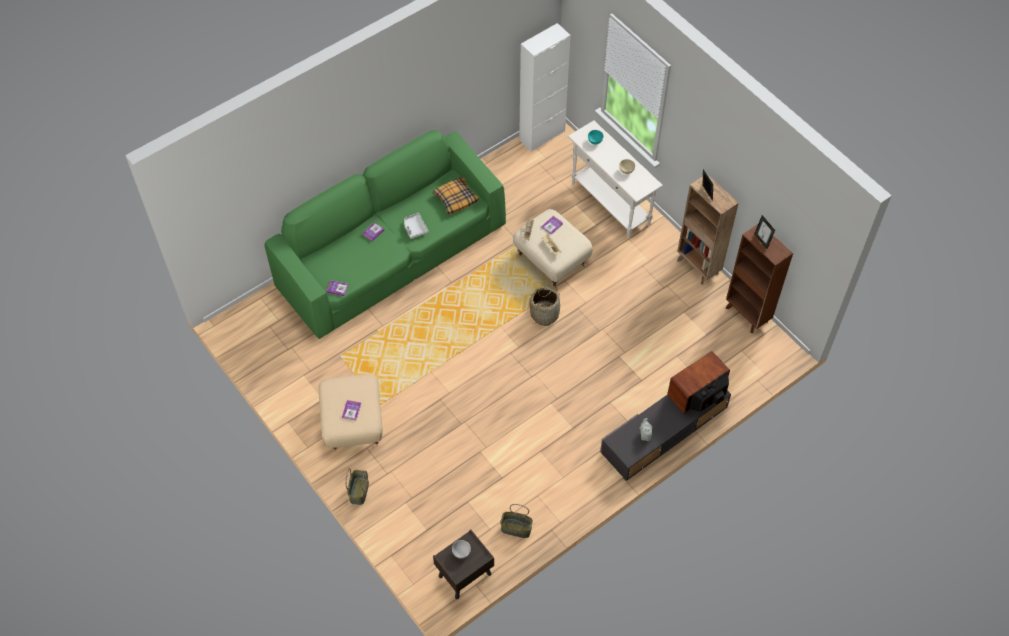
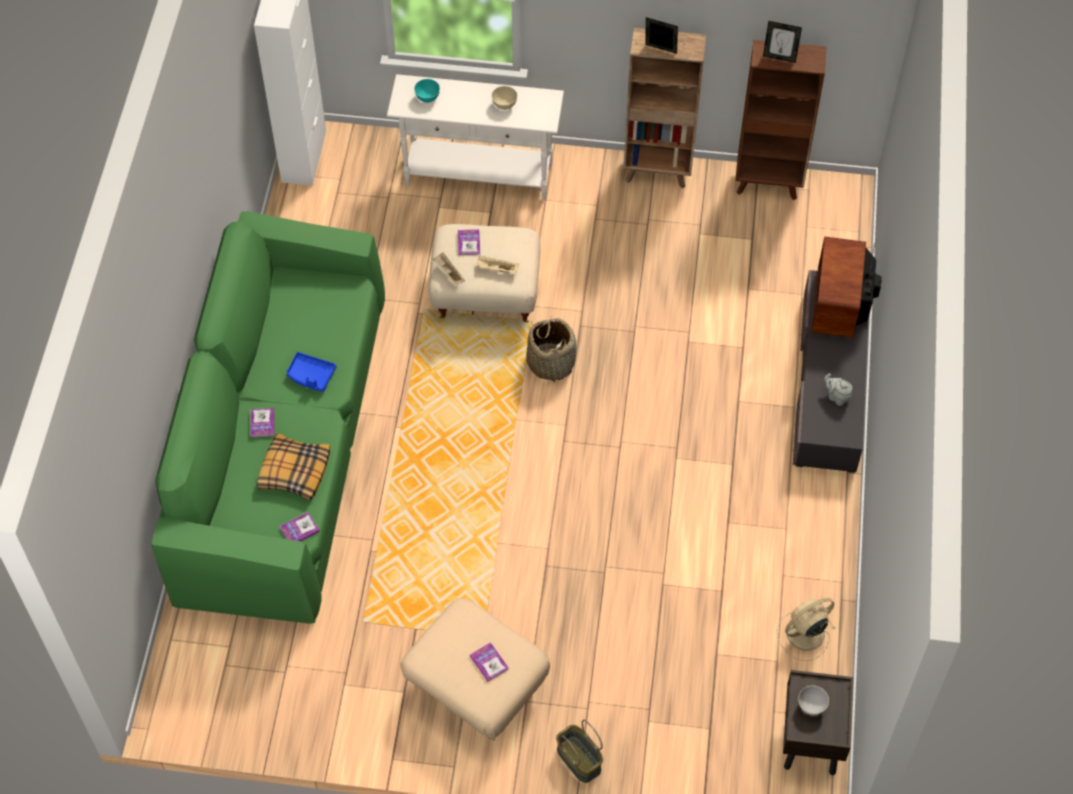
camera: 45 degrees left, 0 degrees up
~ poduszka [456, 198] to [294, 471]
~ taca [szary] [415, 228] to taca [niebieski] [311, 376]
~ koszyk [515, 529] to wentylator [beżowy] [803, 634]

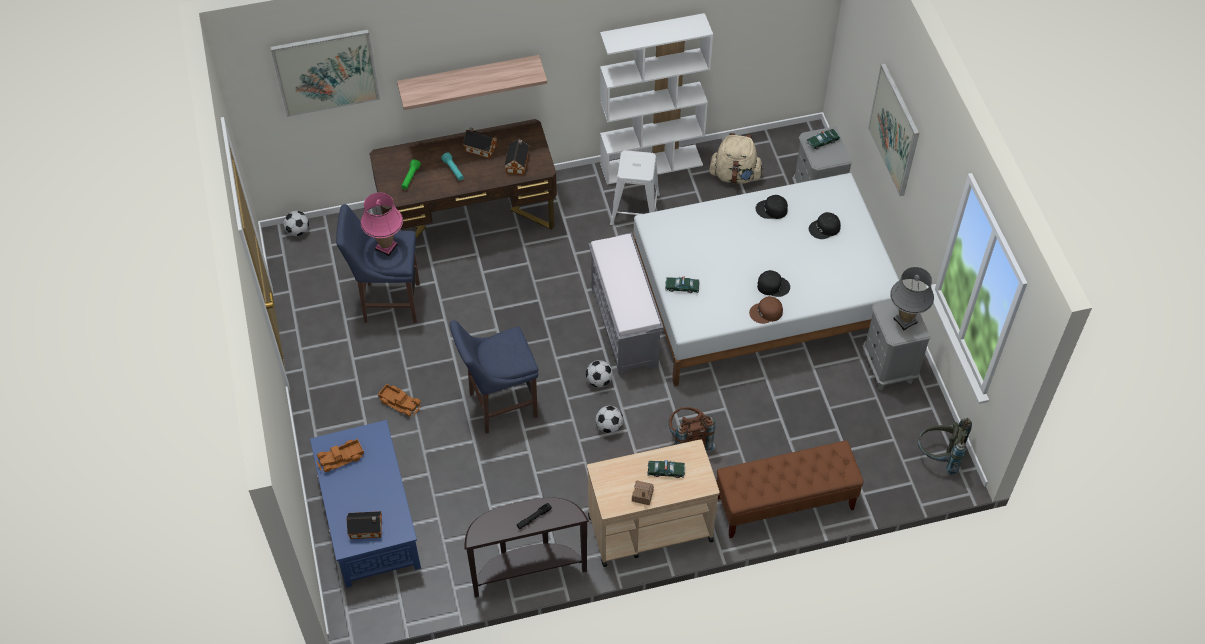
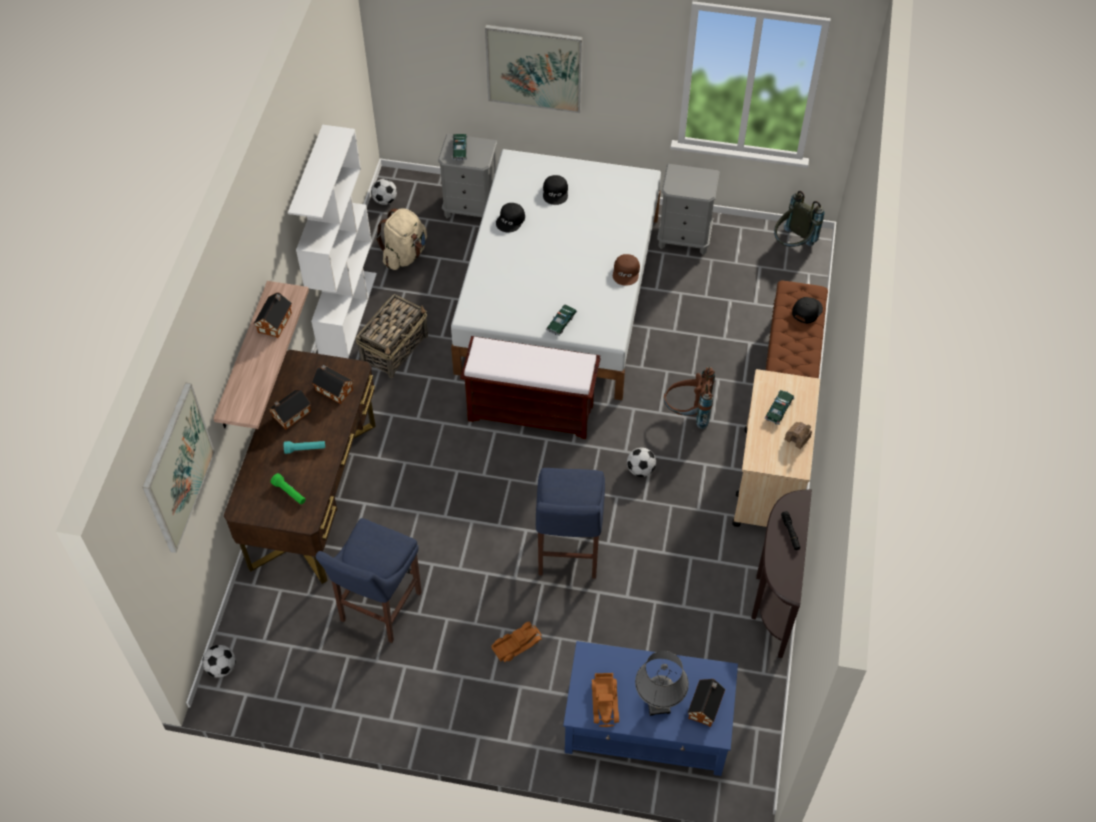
camera: 65 degrees left, 0 degrees up
+ domek [276, 321]
~ stołek [biały] [635, 209] to koszyk [395, 348]
~ piłka futbolowa [599, 381] to [385, 200]
~ ławka [szary] [625, 327] to ławka [brązowy] [532, 412]
~ lampa stołowa [szary] [905, 320] to [658, 704]
~ czapka z daszkiem [czarny] [773, 285] to [806, 310]
- lampa stołowa [różowy] [386, 247]

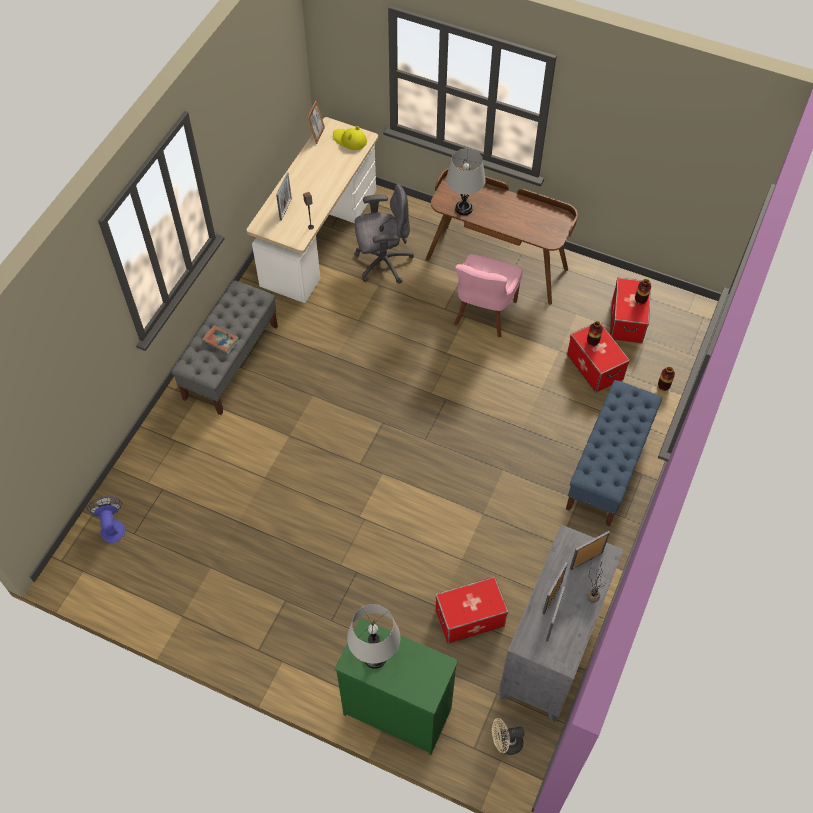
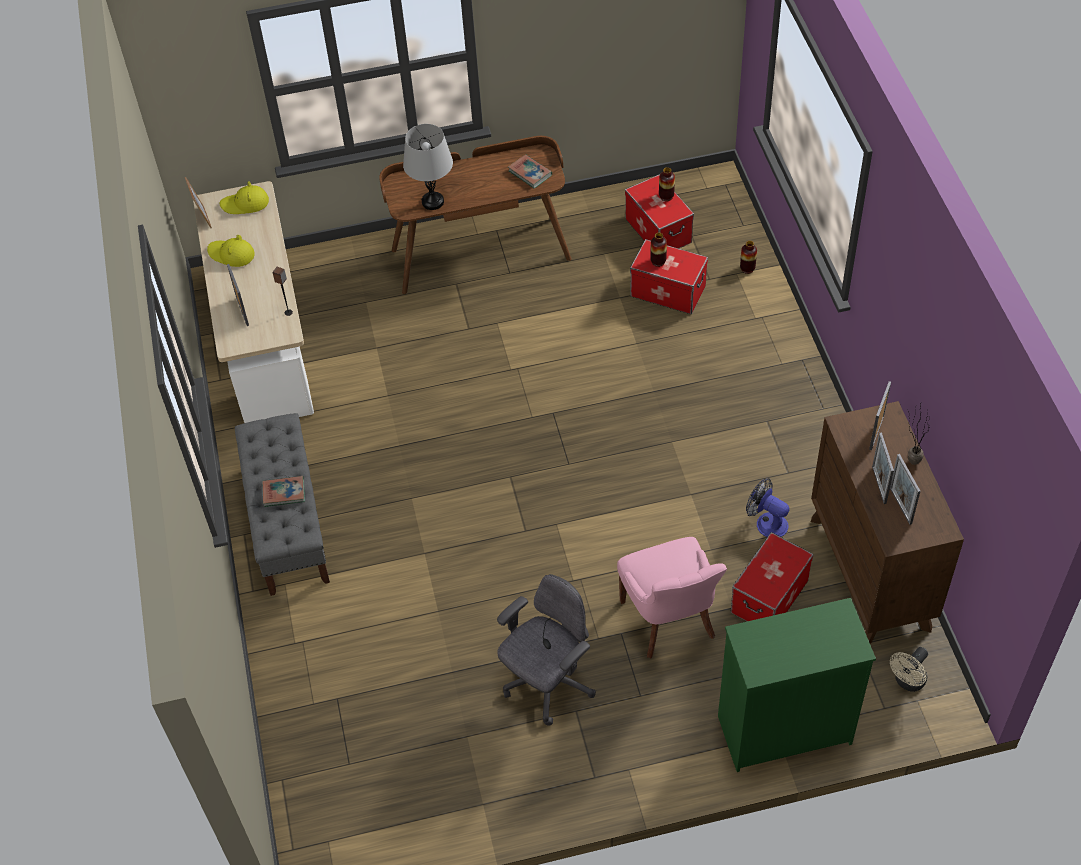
camera: 35 degrees left, 5 degrees down
+ kapelusz [żółty] [231, 254]
~ krzesło biurowe [szary] [382, 263] to [548, 683]
+ książka [530, 173]
~ krzesło [różowy] [483, 313] to [669, 620]
~ wentylator [112, 527] to [766, 522]
~ komoda [szary] [550, 652] to komoda [brązowy] [870, 573]
- lampa stołowa [szary] [375, 657]
- ławka [niebieski] [608, 467]

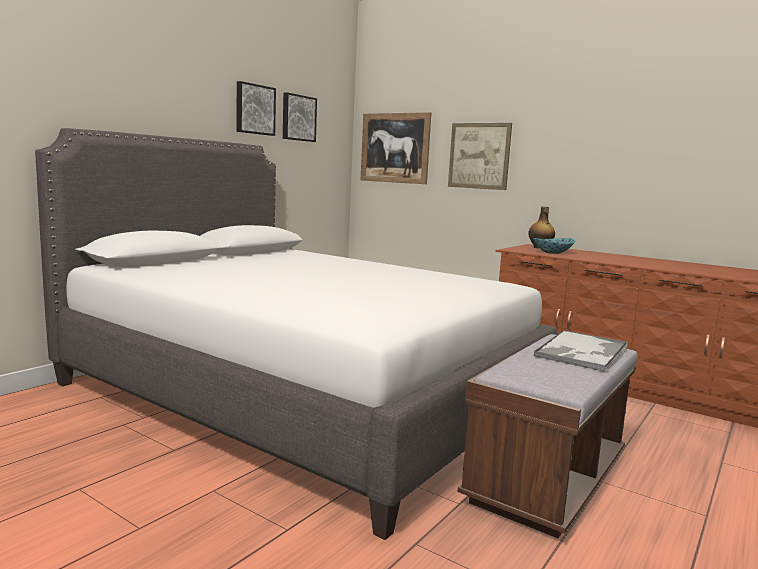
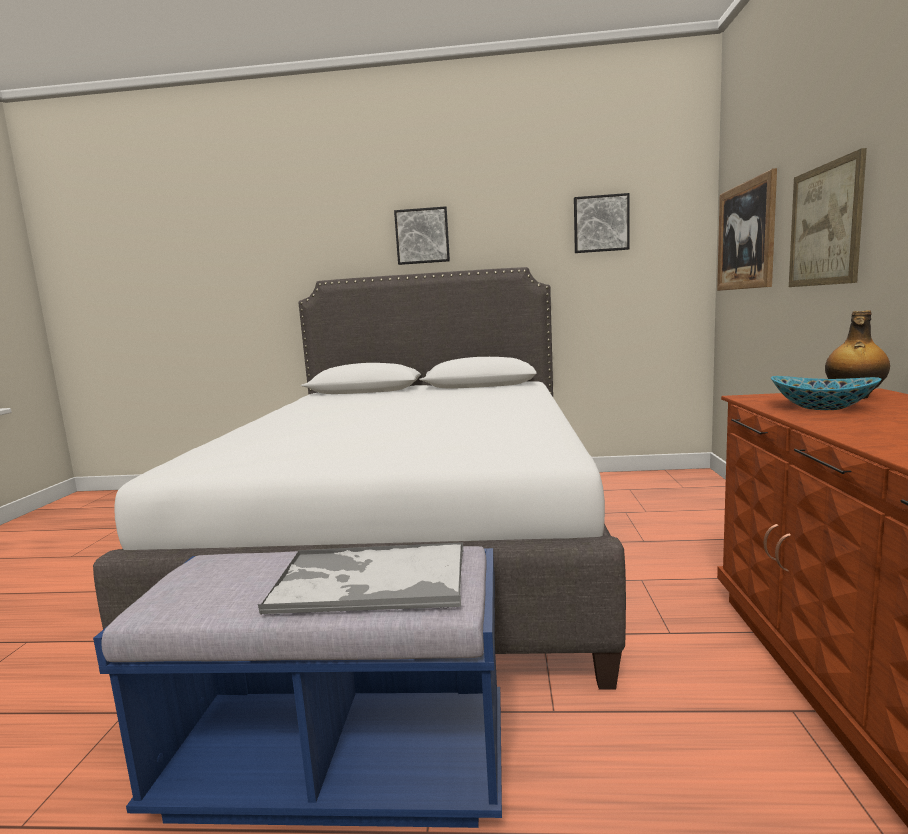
camera: 60 degrees right, 0 degrees up
~ ławka [brązowy] [547, 480] to ławka [niebieski] [337, 766]
~ obraz [254, 109] to [422, 236]

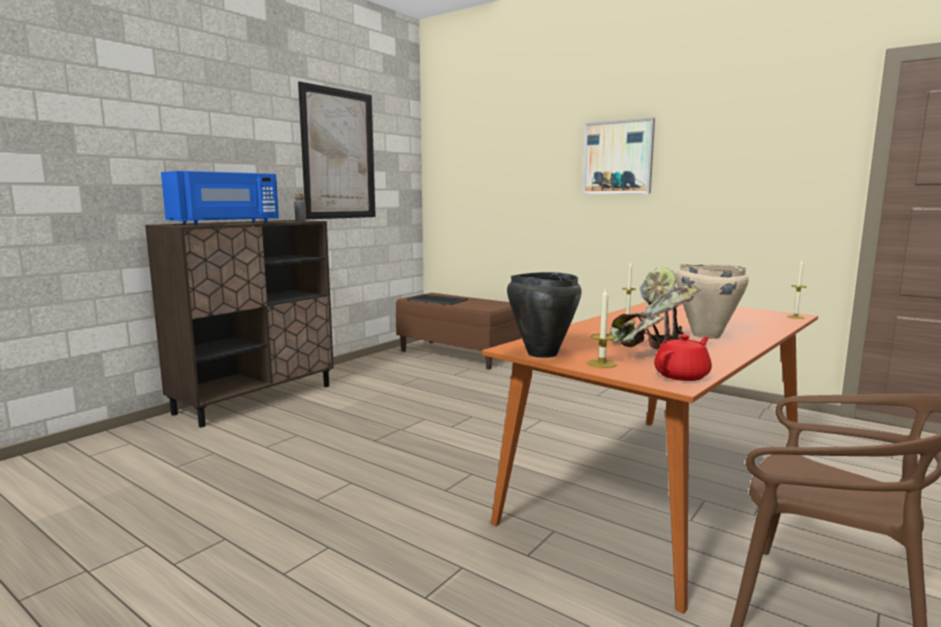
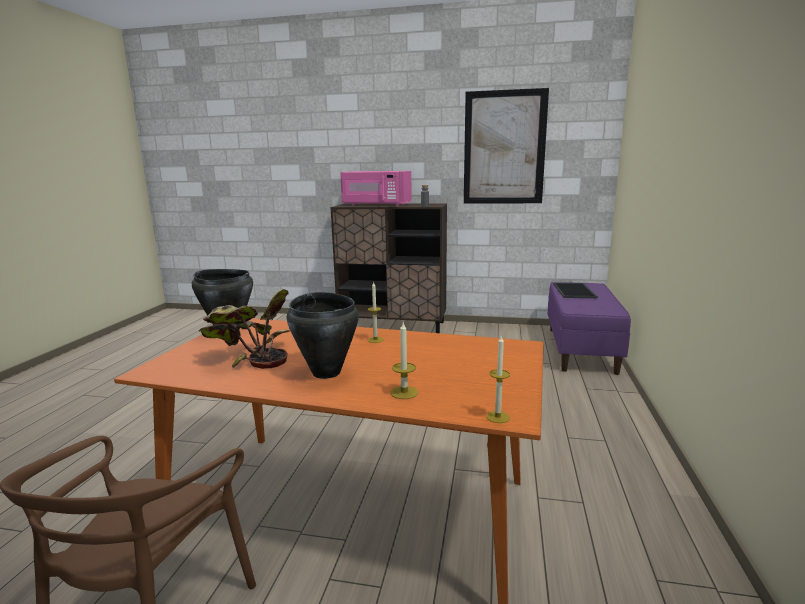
camera: 65 degrees right, 5 degrees up
~ garnek [beżowy] [705, 335] to garnek [czarny] [327, 372]
~ mikrofalówka [niebieski] [226, 223] to mikrofalówka [różowy] [376, 205]
~ świeca [602, 364] to [404, 392]
~ ławka [brązowy] [458, 354] to ławka [fioletowy] [581, 350]
- obraz [618, 157]
- imbryk [czerwony] [682, 375]

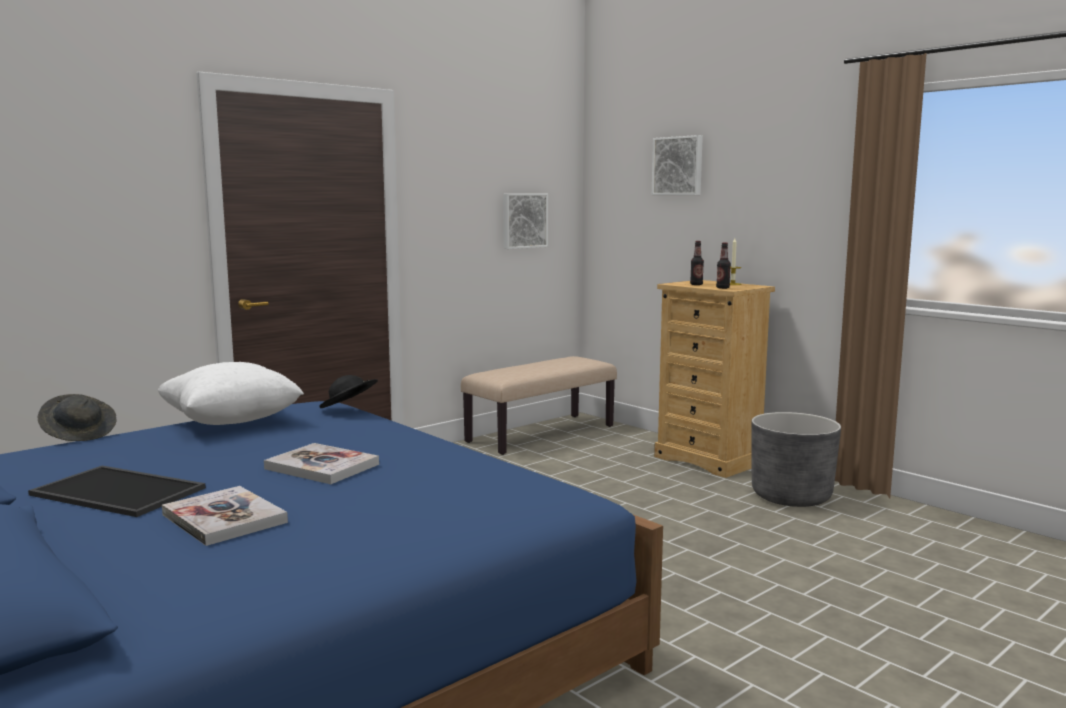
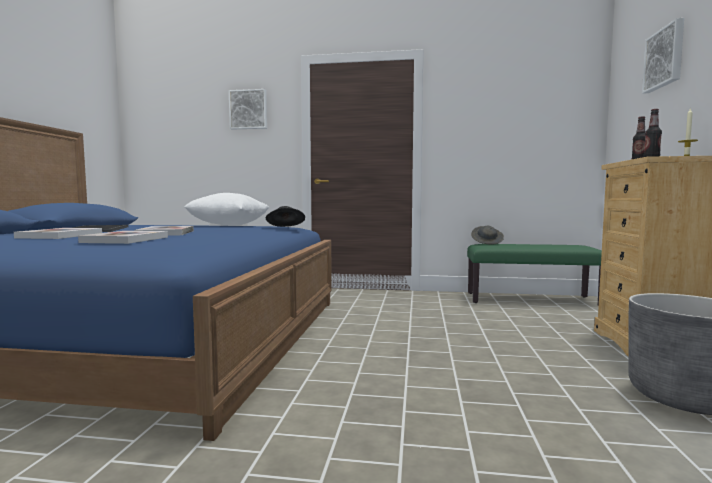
camera: 50 degrees right, 5 degrees down
+ książka [126, 240]
~ obraz [523, 220] to [248, 109]
~ ławka [beżowy] [541, 433] to ławka [zielony] [531, 299]
~ kapelusz [szary] [80, 434] to [487, 243]

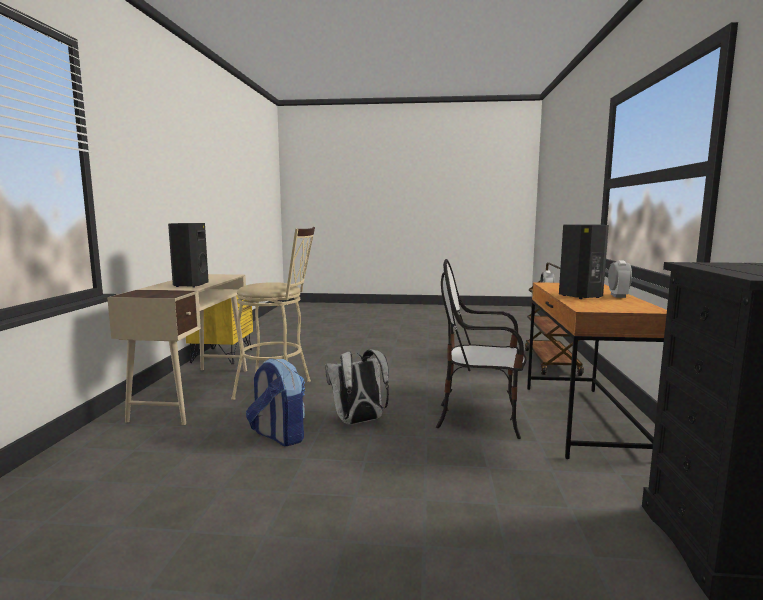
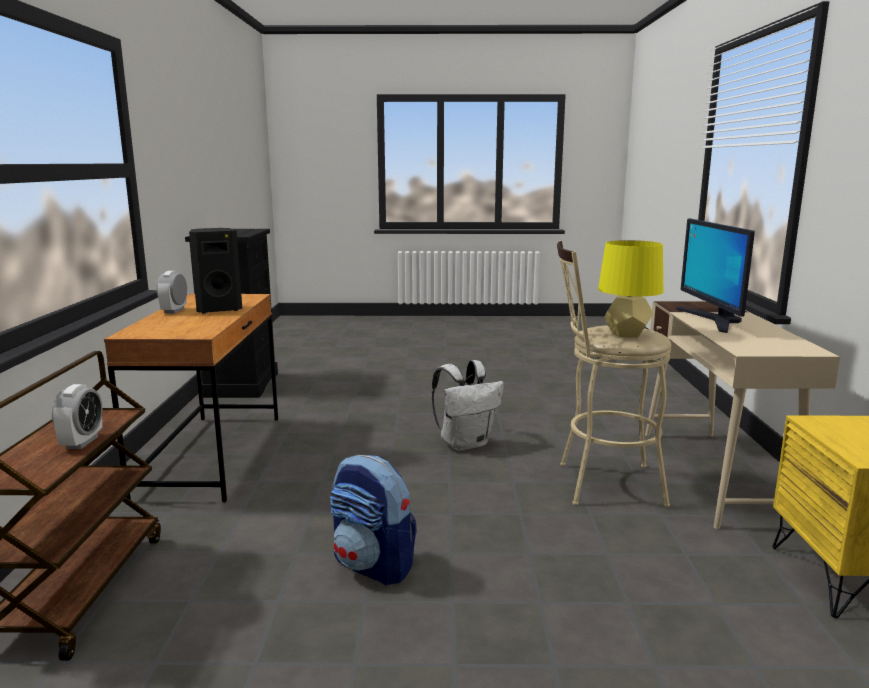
camera: 175 degrees right, 5 degrees up
~ plecak [278, 436] to [373, 565]
+ lampa stołowa [żółty] [626, 334]
~ głośnik [czarny] [190, 285] to monitor [713, 320]
- krzesło [480, 419]

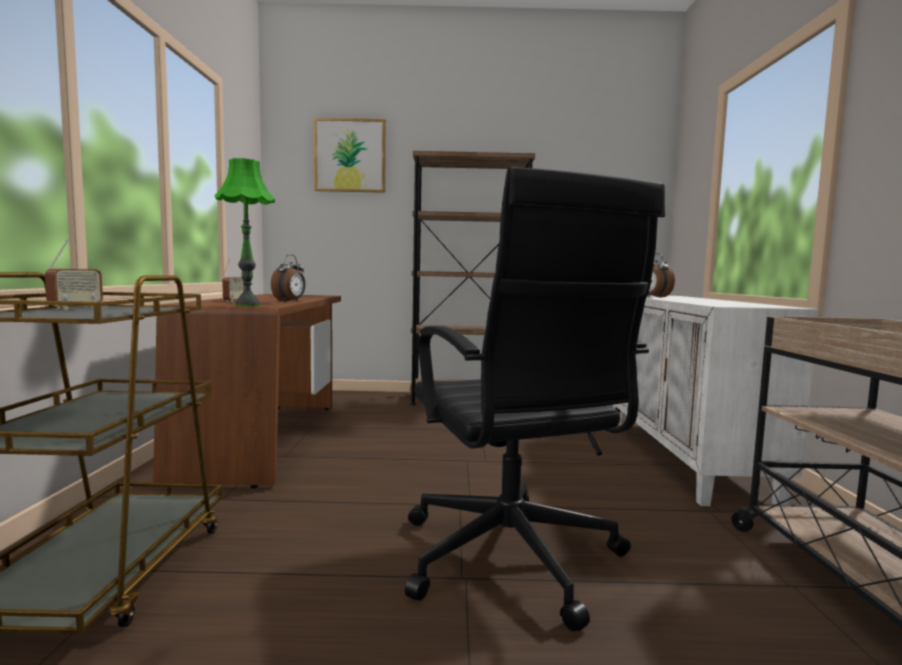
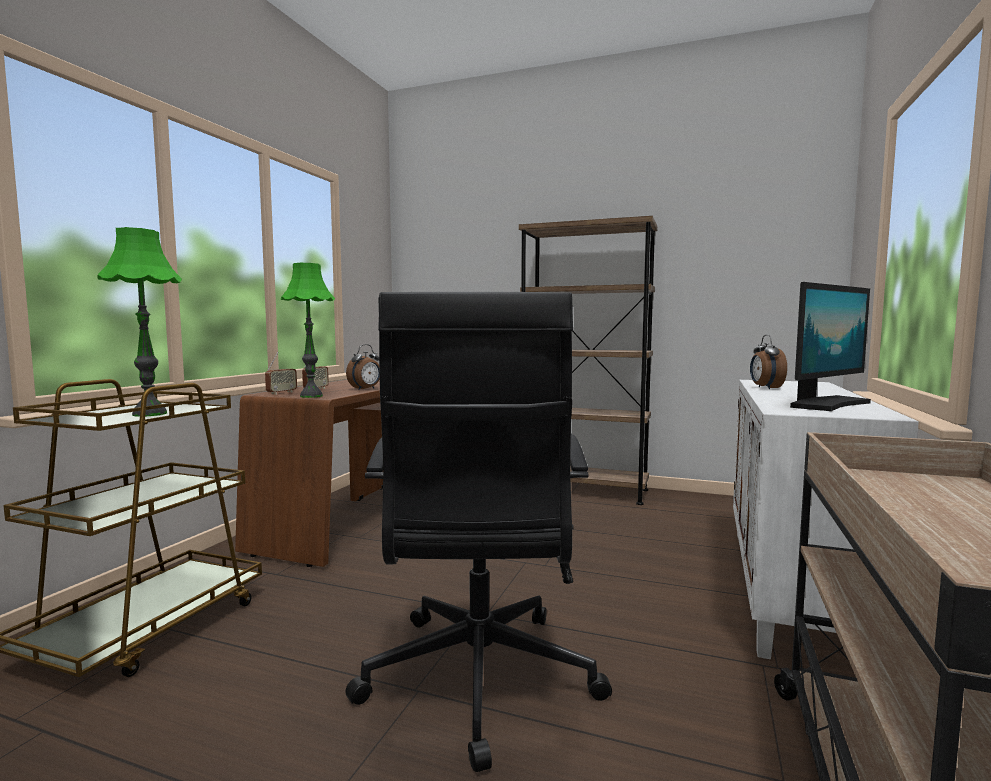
camera: 20 degrees right, 0 degrees up
+ lampa stołowa [zielony] [150, 414]
~ radio [76, 308] to [281, 393]
+ monitor [826, 404]
- obraz [350, 156]

